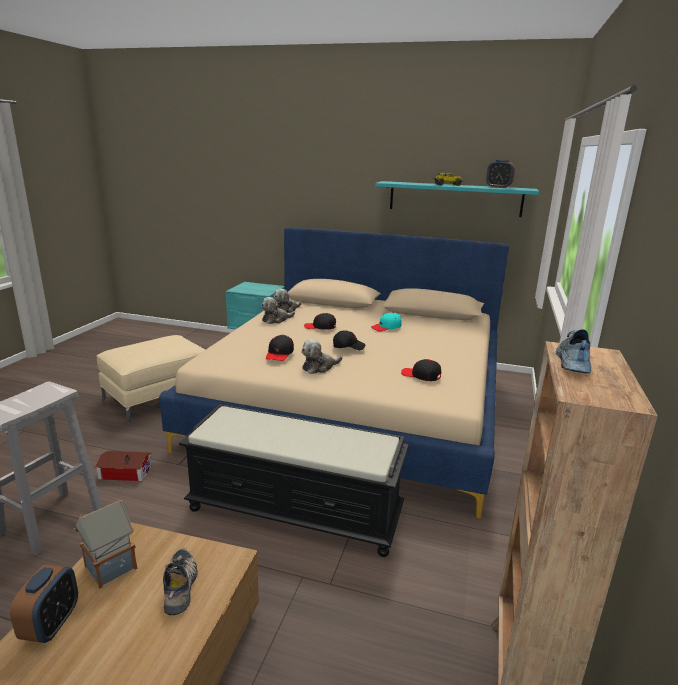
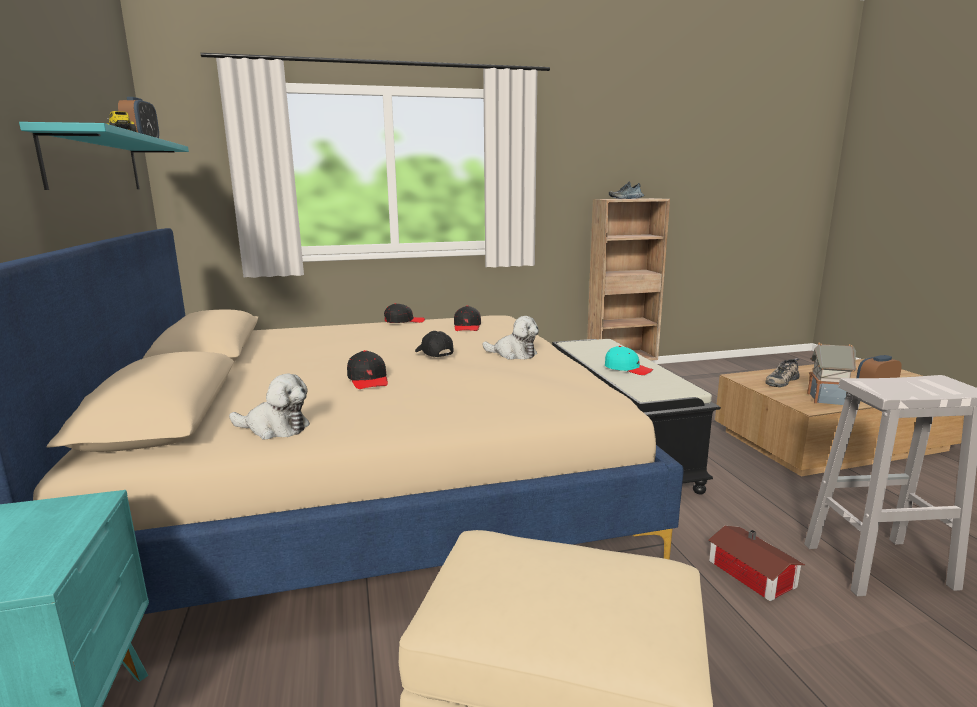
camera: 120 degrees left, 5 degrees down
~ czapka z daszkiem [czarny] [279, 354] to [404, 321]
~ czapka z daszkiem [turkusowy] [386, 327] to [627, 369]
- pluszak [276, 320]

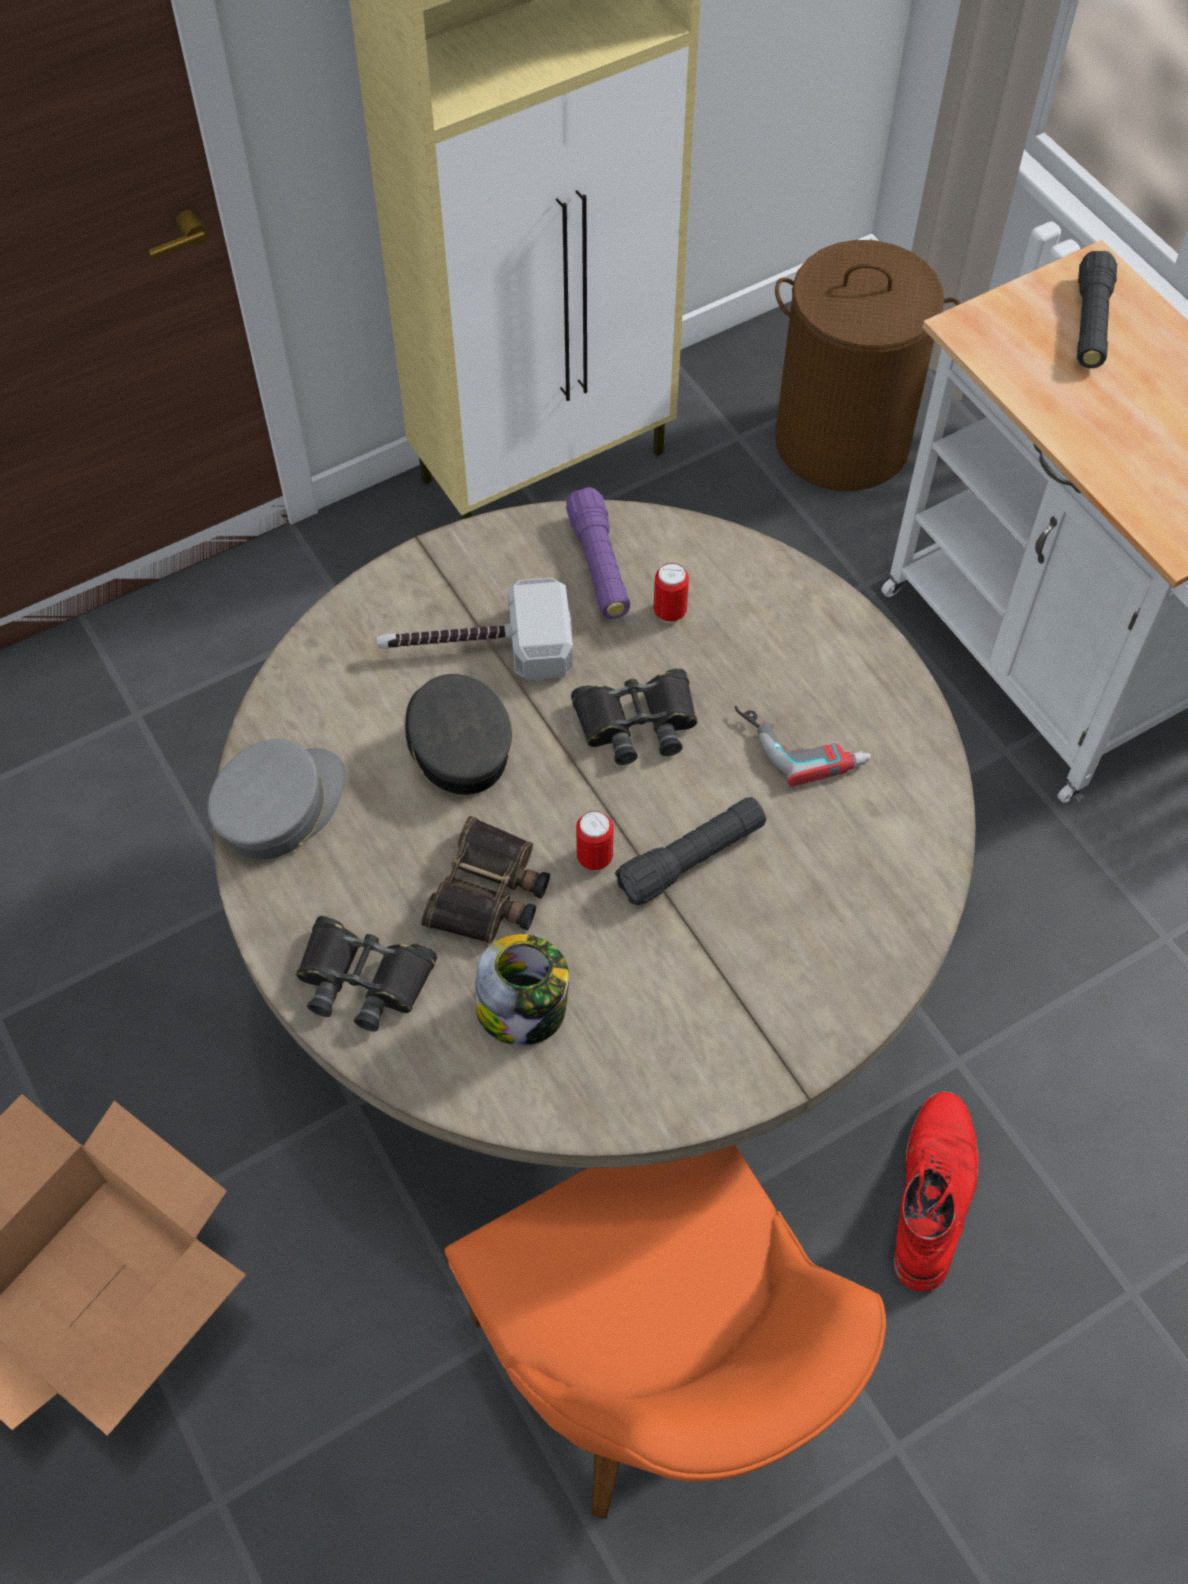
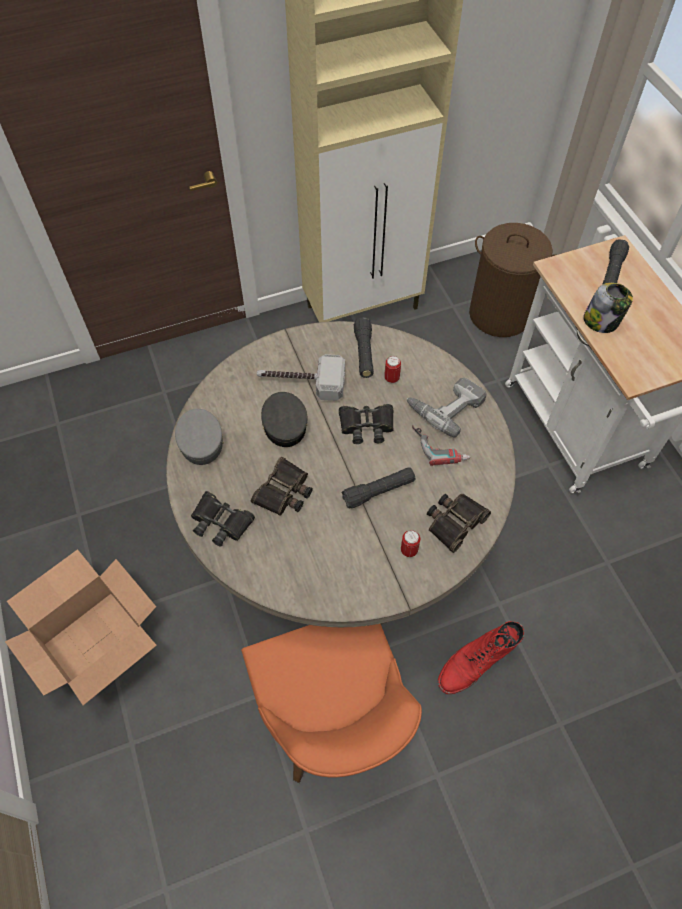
camera: 10 degrees right, 0 degrees up
~ czapka z daszkiem [szary] [281, 808] = [200, 440] 60 degrees counterclockwise
~ latarka [fioletowy] [599, 566] to latarka [czarny] [364, 353]
~ puszka [594, 858] to [409, 550]
+ wiertarka [445, 406]
+ lornetka [454, 521]
~ but z cholewką [czerwony] [932, 1192] = [476, 661] 150 degrees counterclockwise
~ słoik [523, 1010] to [601, 321]

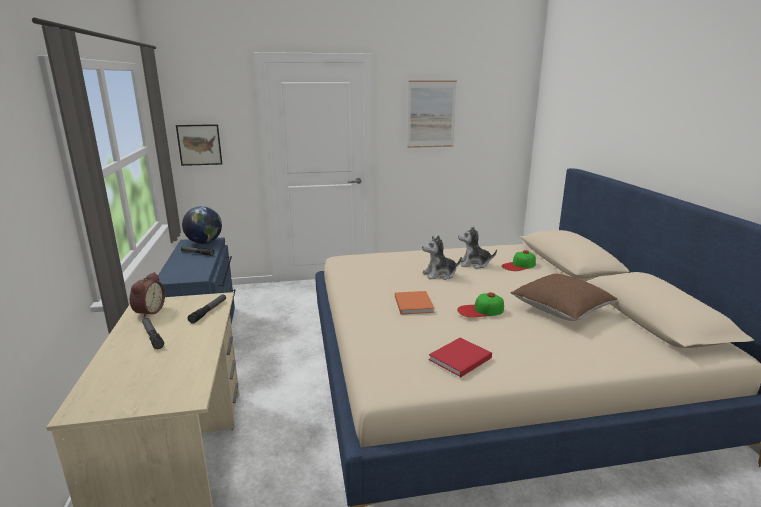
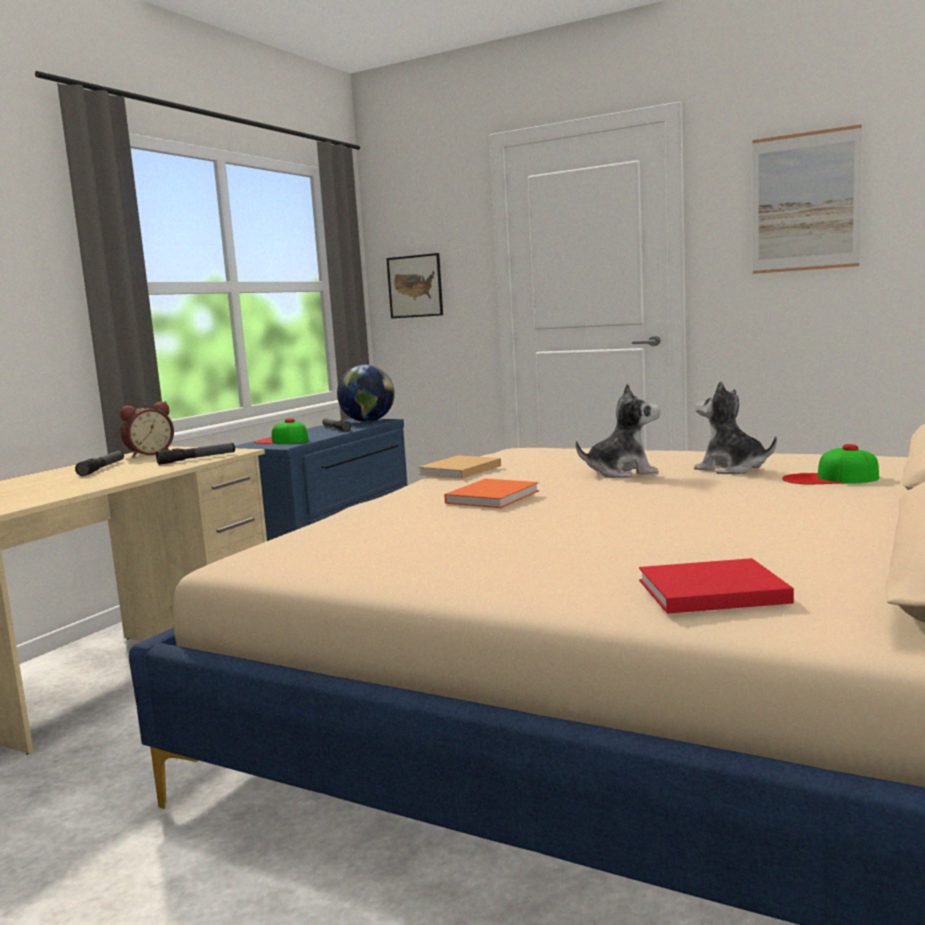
camera: 40 degrees right, 10 degrees down
~ czapka z daszkiem [480, 310] to [281, 441]
+ książka [beżowy] [458, 470]
~ pluszak [440, 275] = [622, 473] 150 degrees clockwise
~ książka [czerwony] [459, 359] to [707, 591]
- poduszka [brązowy] [561, 310]

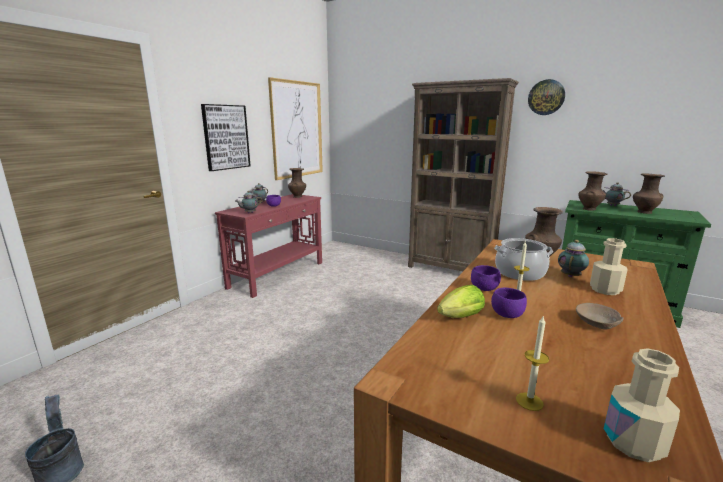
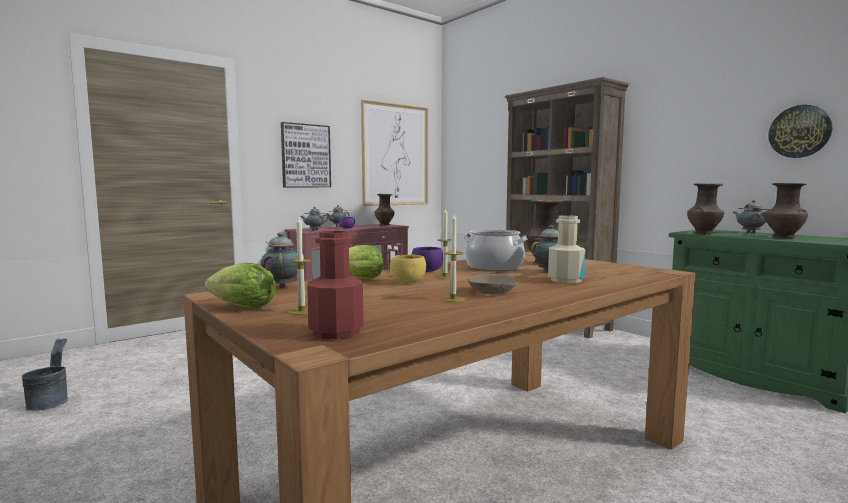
camera: 20 degrees right, 10 degrees down
+ sałata [239, 307]
+ imbryk [282, 287]
~ butelka [beżowy] [633, 442] to butelka [czerwony] [336, 332]
~ miska [fioletowy] [507, 314] to miska [żółty] [407, 282]
+ świeca [453, 299]
~ zegar ścienny [546, 97] to [799, 131]

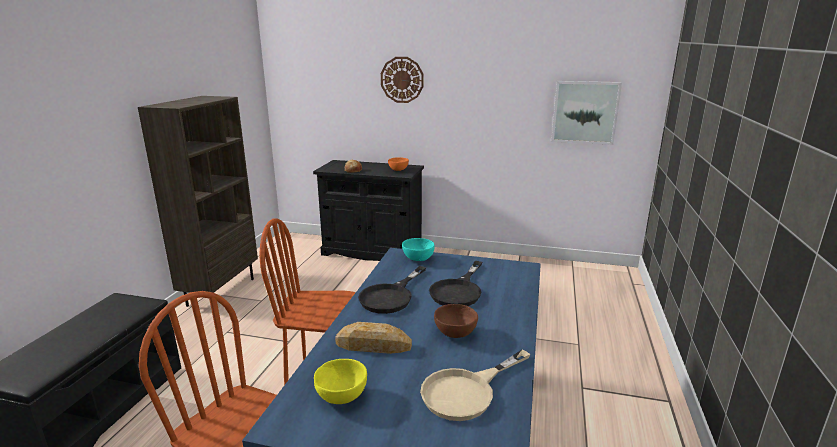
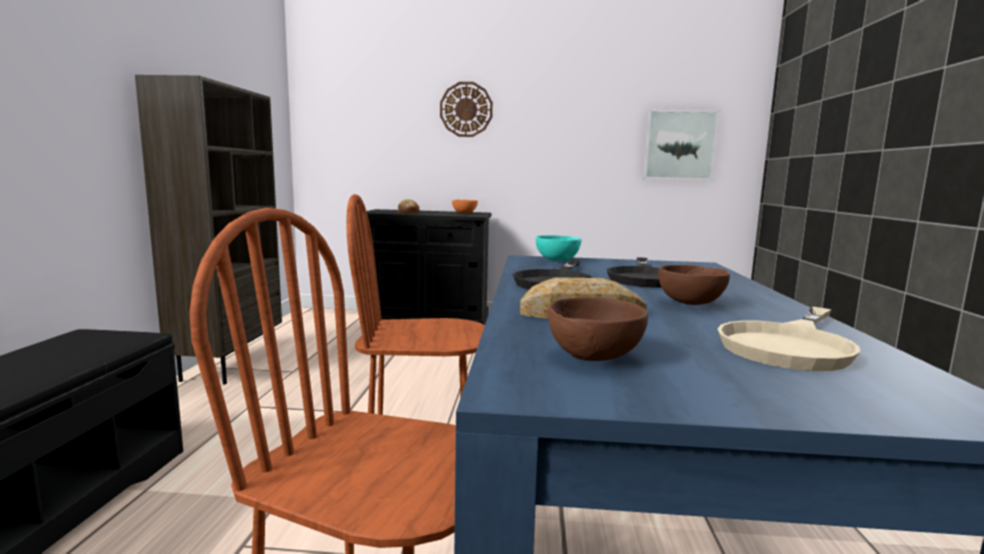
camera: 10 degrees left, 10 degrees down
~ miska [żółty] [341, 396] to miska [brązowy] [592, 356]

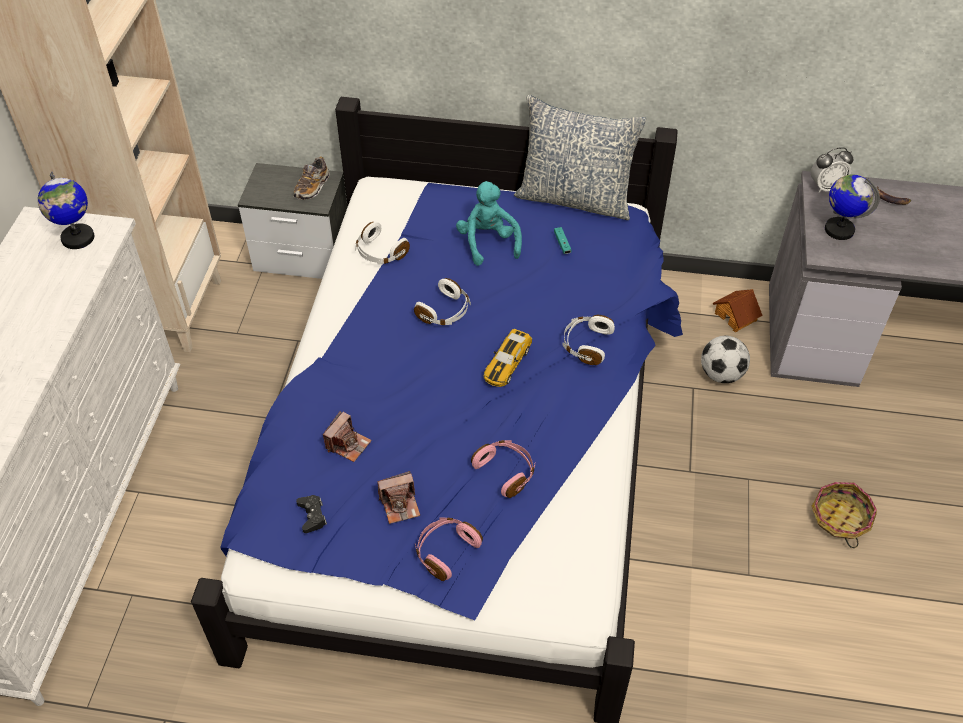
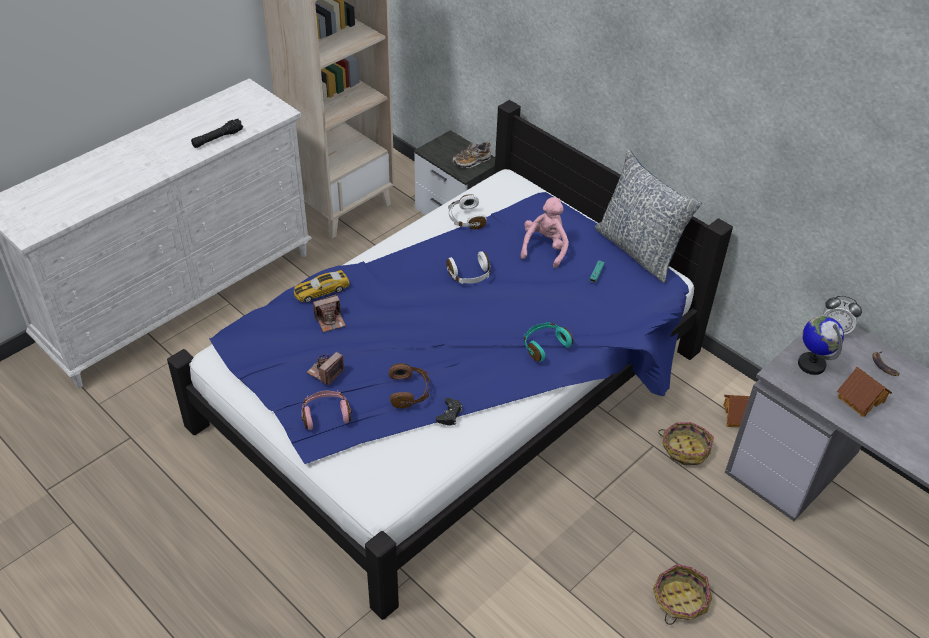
camera: 35 degrees right, 5 degrees down
+ latarka [czarny] [217, 138]
~ samochodzik [507, 363] to [321, 290]
~ aparat fotograficzny [400, 505] = [325, 372] 105 degrees clockwise
~ słuchawki [różowy] [506, 471] to słuchawki [brązowy] [409, 391]
~ pad do gier [czarny] [312, 516] to [449, 414]
~ pluszak [turkusowy] [488, 242] to pluszak [różowy] [545, 248]
~ słuchawki [biały] [586, 344] to słuchawki [turkusowy] [544, 345]
~ piłka futbolowa [721, 374] to koszyk [685, 449]
+ domek [860, 399]
- globus [77, 238]

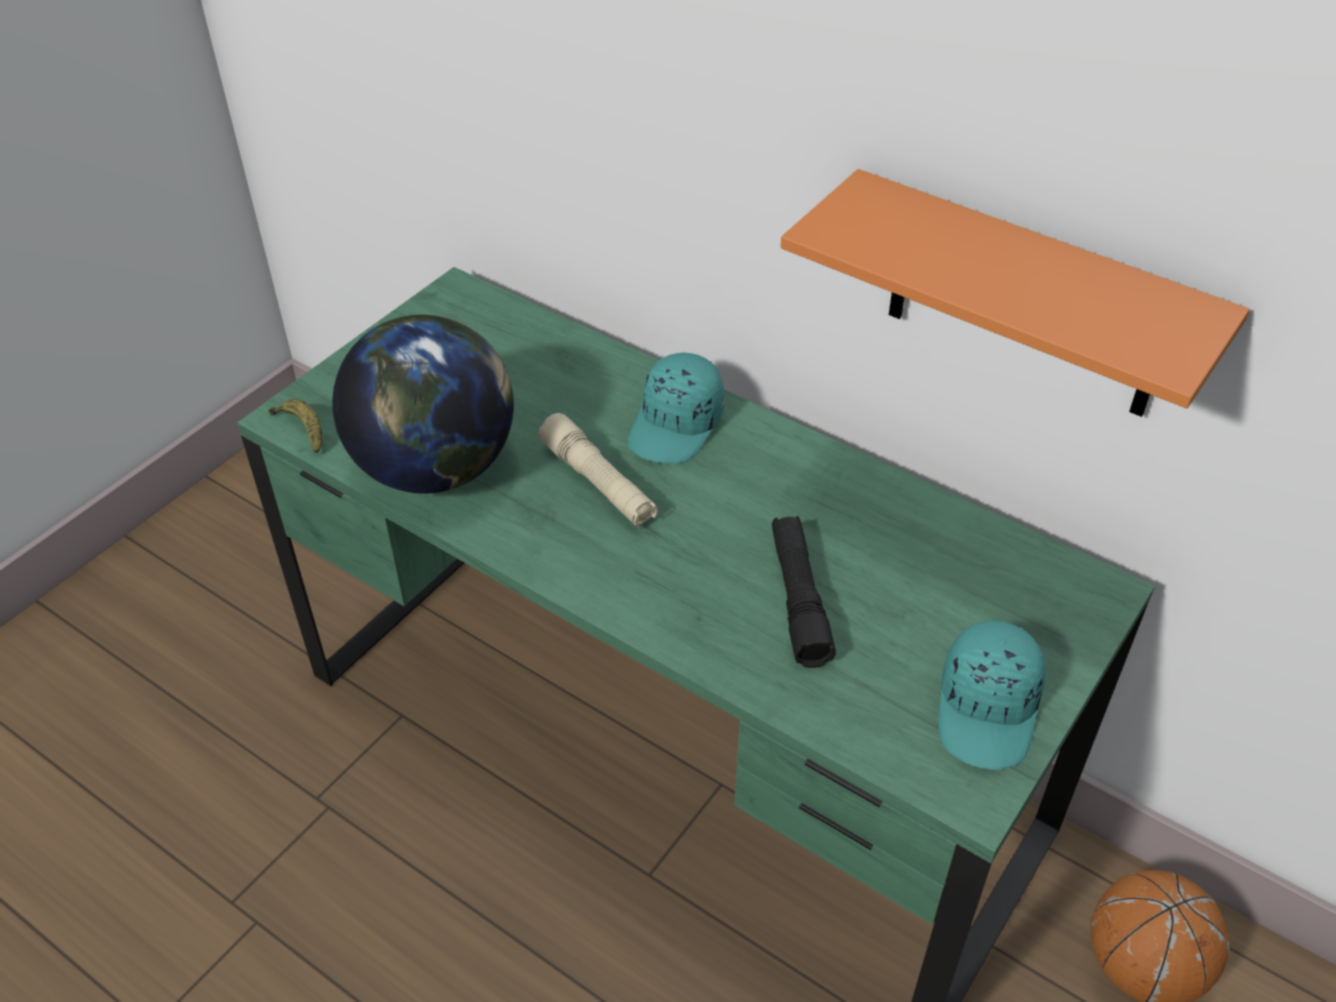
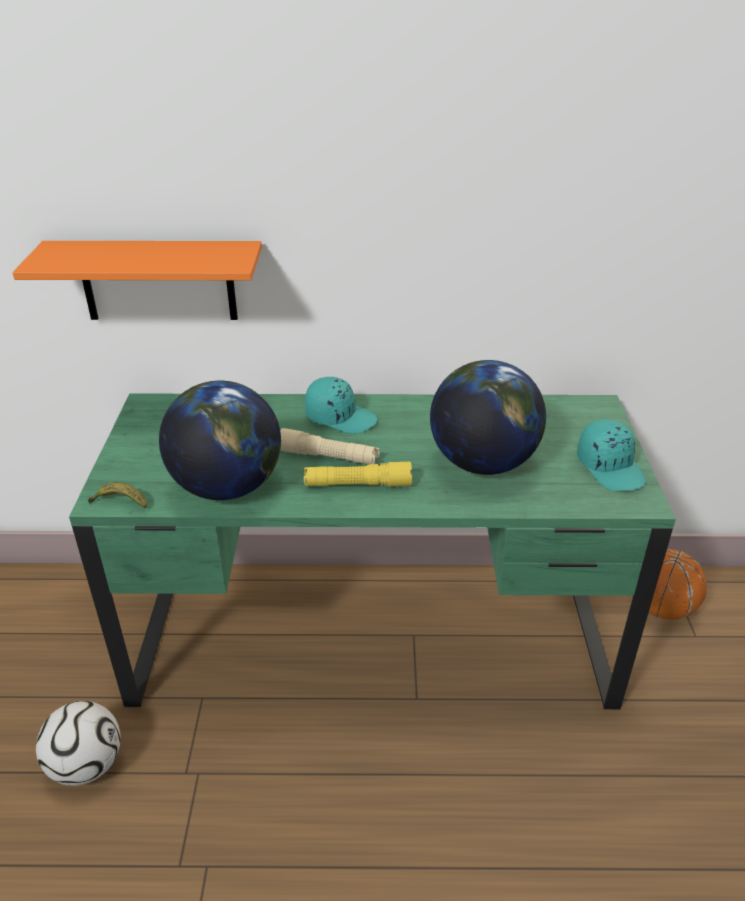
camera: 35 degrees left, 10 degrees down
~ półka [pomarańczowy] [1026, 300] to [158, 280]
+ piłka futbolowa [87, 765]
+ latarka [żółty] [357, 484]
~ czapka z daszkiem [turkusowy] [677, 426] = [341, 417] 60 degrees counterclockwise
~ latarka [czarny] [798, 599] to globus [482, 462]

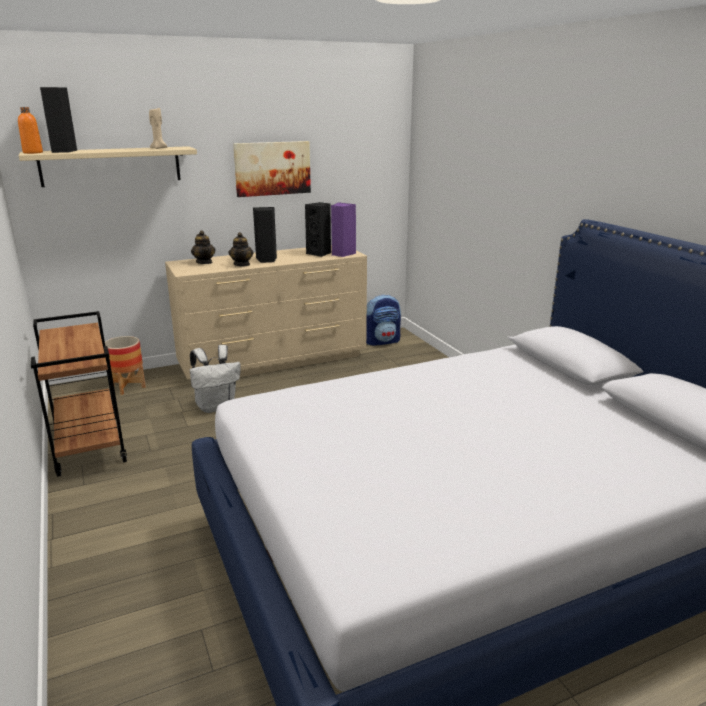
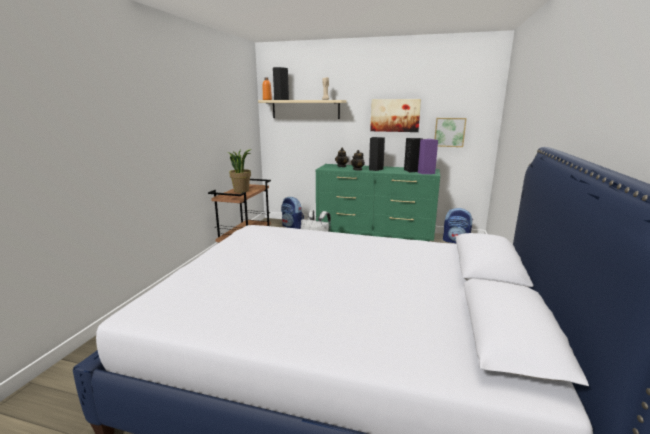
camera: 40 degrees right, 5 degrees down
+ roślina doniczkowa [241, 191]
~ donica [128, 387] to plecak [292, 227]
~ komoda [beżowy] [274, 361] to komoda [zielony] [375, 234]
+ obraz [449, 132]

